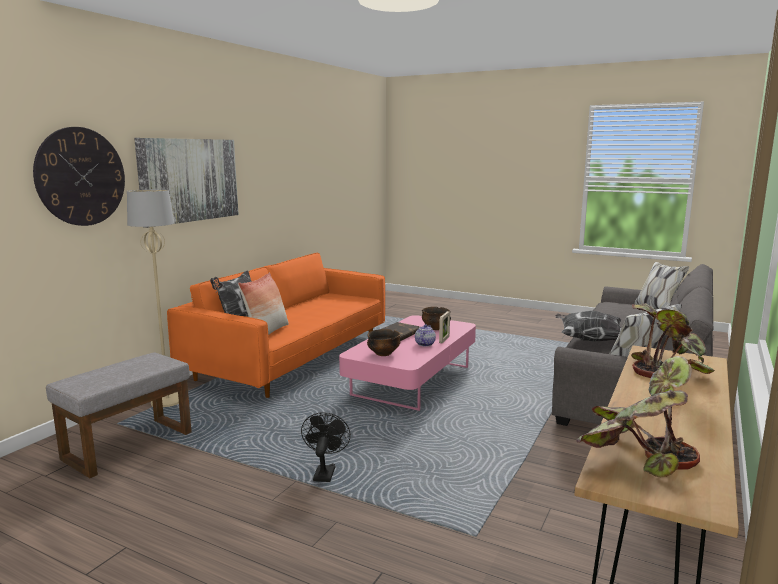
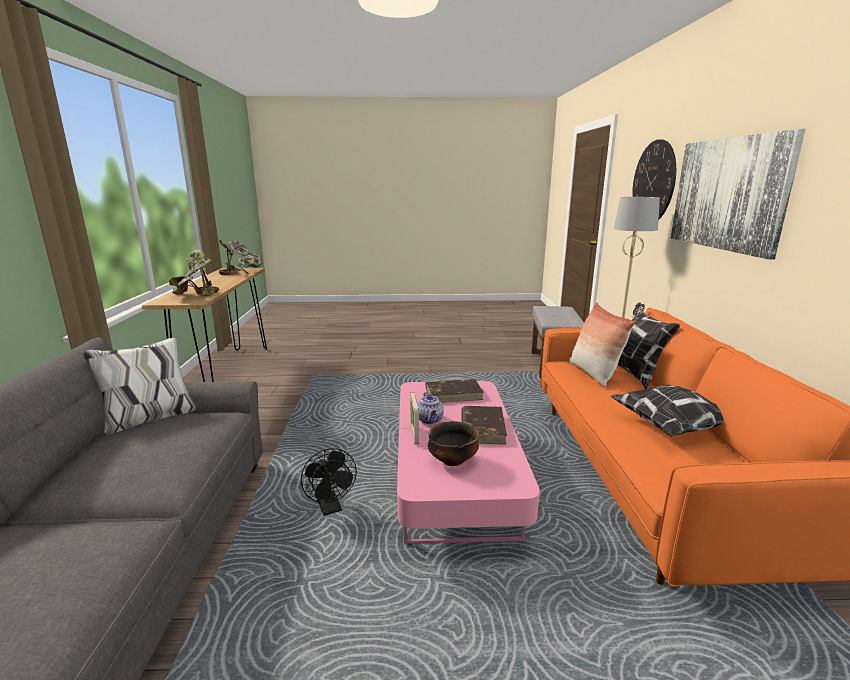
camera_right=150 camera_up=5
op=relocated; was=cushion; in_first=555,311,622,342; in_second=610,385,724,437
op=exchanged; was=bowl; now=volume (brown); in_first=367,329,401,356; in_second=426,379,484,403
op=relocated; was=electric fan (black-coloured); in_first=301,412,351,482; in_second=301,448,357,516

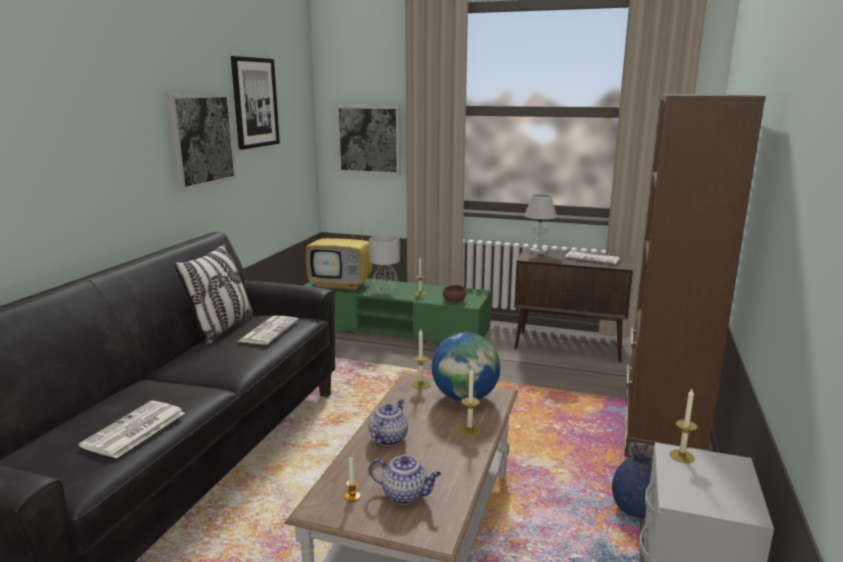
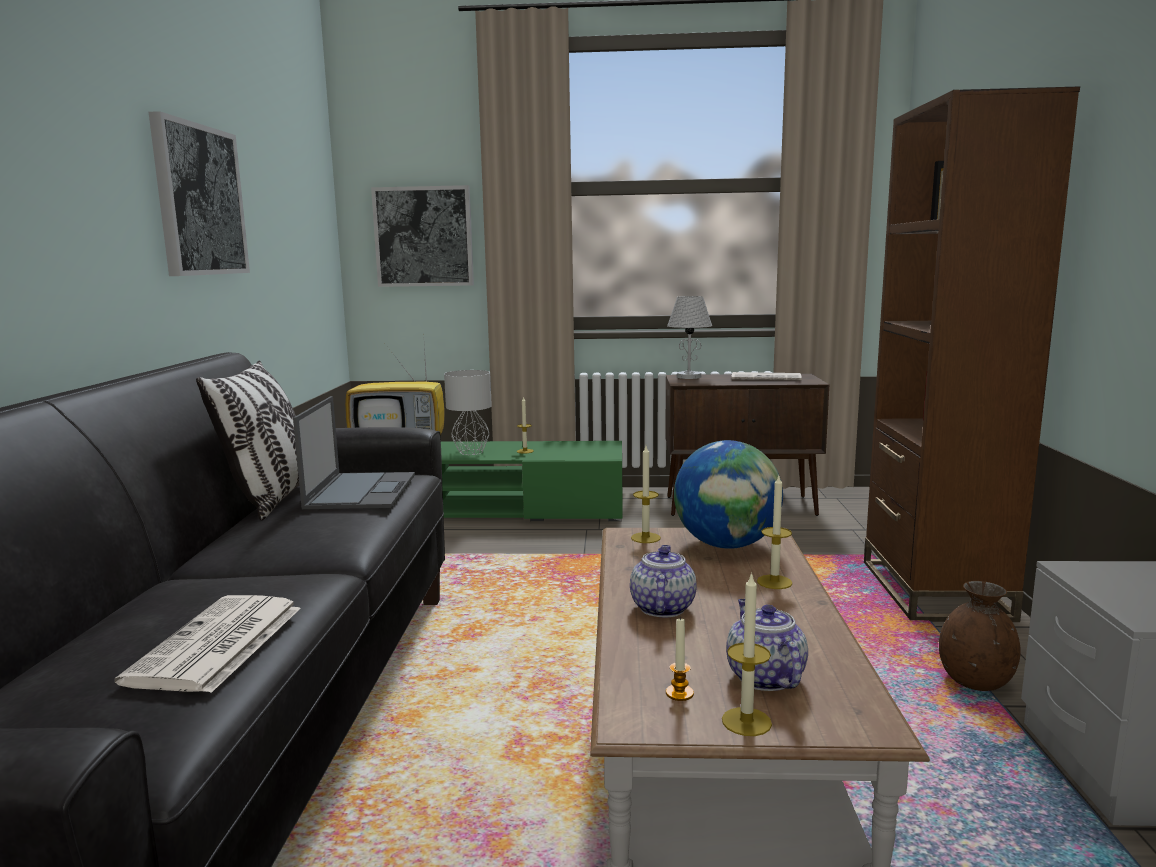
camera_right=-15 camera_up=-5
op=missing; was=picture; in_first=231,56,280,150
op=missing; was=bowl (brown); in_first=443,285,466,303
op=exchanged; was=newspaper; now=laptop; in_first=238,316,298,345; in_second=293,396,415,509
op=relocated; was=candle; in_first=670,389,698,463; in_second=722,572,772,736
op=colour; was=vase (blue-coloured); now=vase (brown); in_first=612,443,654,518; in_second=939,581,1021,691
op=spun; was=teapot; in_first=369,455,441,505; in_second=726,599,808,691; clockwise=-105

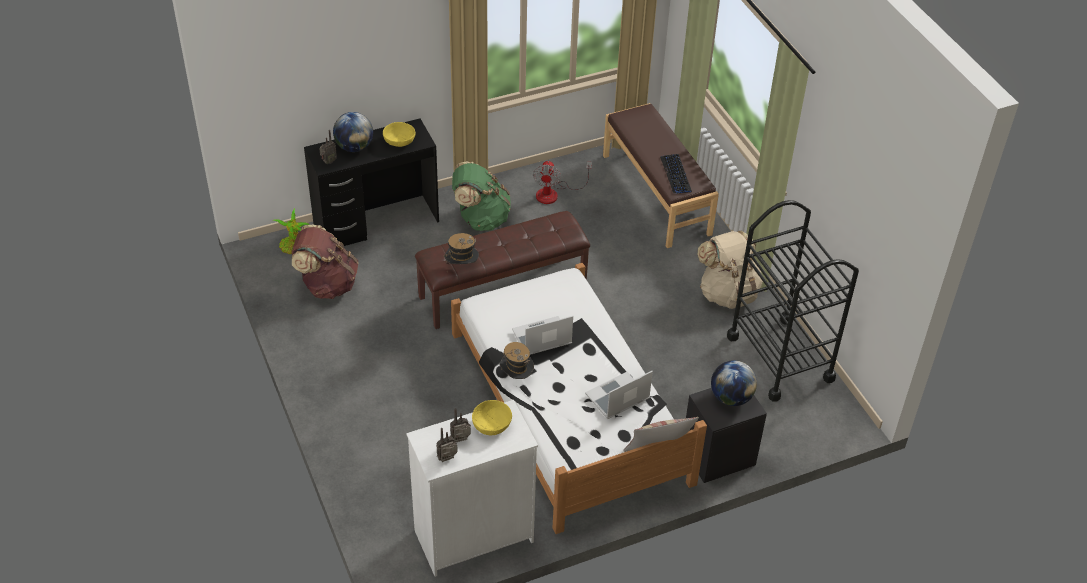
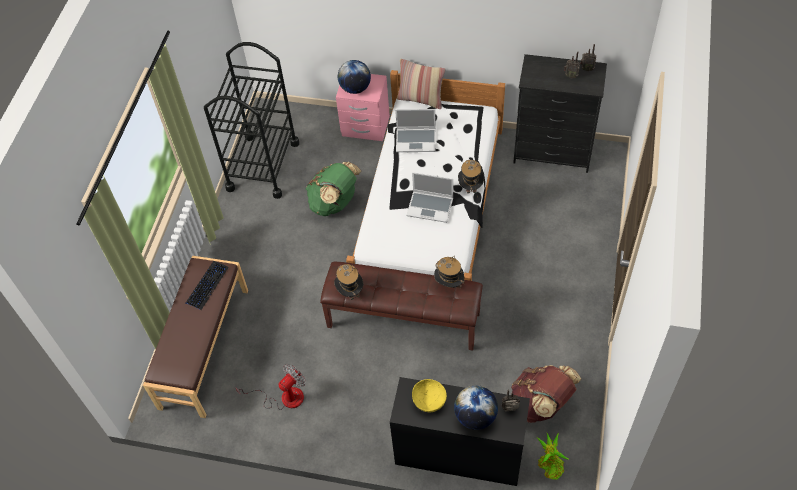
camera_right=-140 camera_up=10
op=relocated; was=rucksack (green); in_first=452,162,511,231; in_second=306,162,361,216
op=missing; was=rucksack (sand-coloured); in_first=697,230,763,309
op=colour; was=nightstand (black-coloured); now=nightstand (pinkish); in_first=686,388,767,483; in_second=336,74,390,141
op=colour; was=dresser (white-coloured); now=dresser (black-coloured); in_first=406,400,538,577; in_second=513,54,607,173
op=missing; was=bowl (yellowish); in_first=472,400,512,435
op=appeared; now=wearable hat; in_second=334,264,363,300

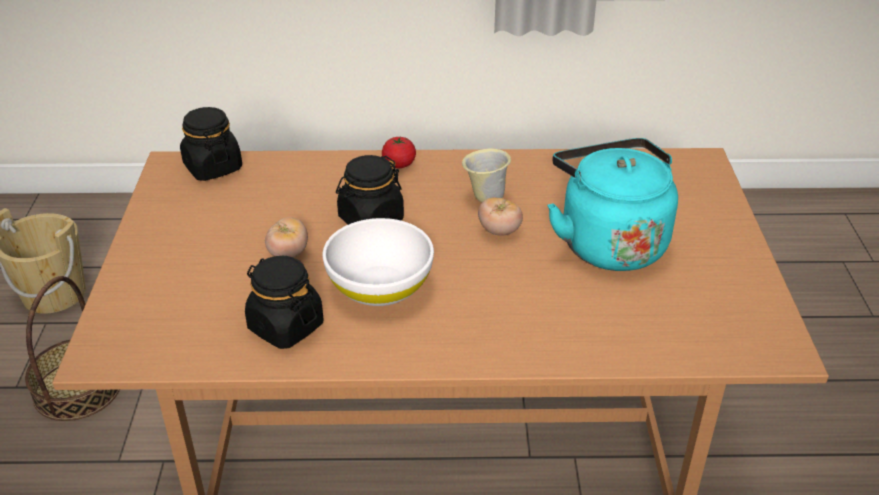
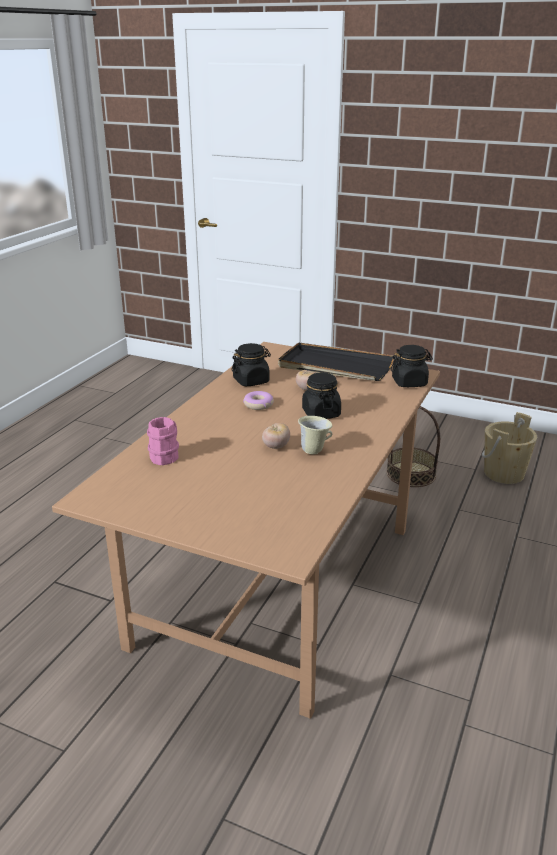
camera_right=115 camera_up=-10
op=missing; was=tomato; in_first=382,137,416,168
op=missing; was=kettle (blue-green); in_first=547,138,678,271
op=exchanged; was=bowl (white-coloured); now=doughnut; in_first=323,218,434,306; in_second=243,391,274,410
op=appeared; now=serving tray (black-coloured); in_second=278,342,394,381
op=appeared; now=coffee mug (pinkish); in_second=147,417,179,466

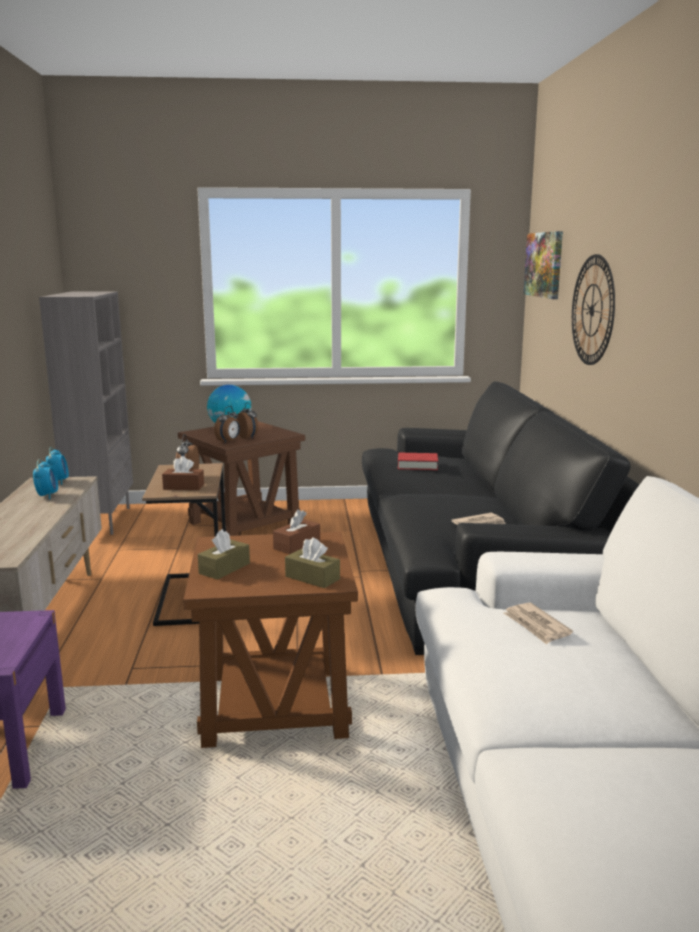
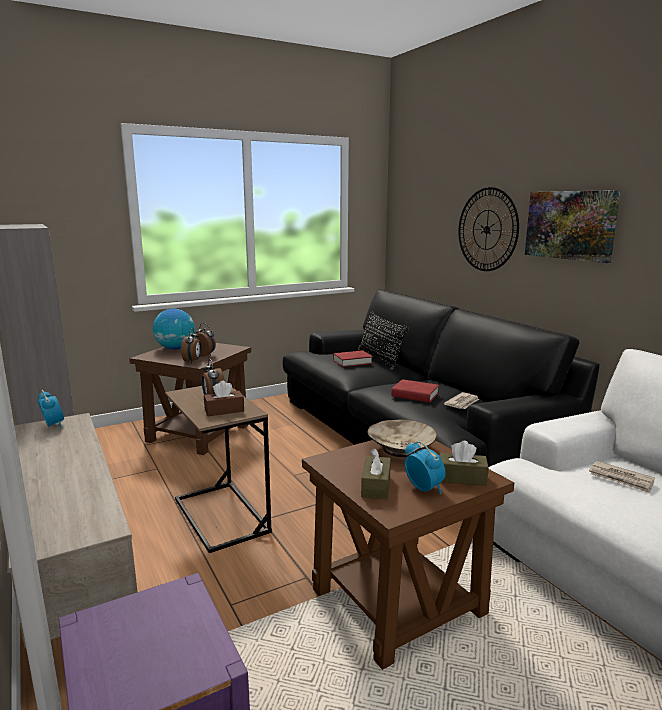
camera_right=-25 camera_up=0
op=relocated; was=picture; in_first=524,231,563,299; in_second=525,190,621,263
op=relocated; was=bedside clock; in_first=33,459,58,499; in_second=404,441,446,494
op=exchanged; was=tissue box (brown); now=bowl (sand-coloured); in_first=273,510,320,554; in_second=367,419,437,457
op=appeared; now=cushion (black-coloured); in_second=358,311,409,371
op=appeared; now=volume (reddish); in_second=391,379,439,403

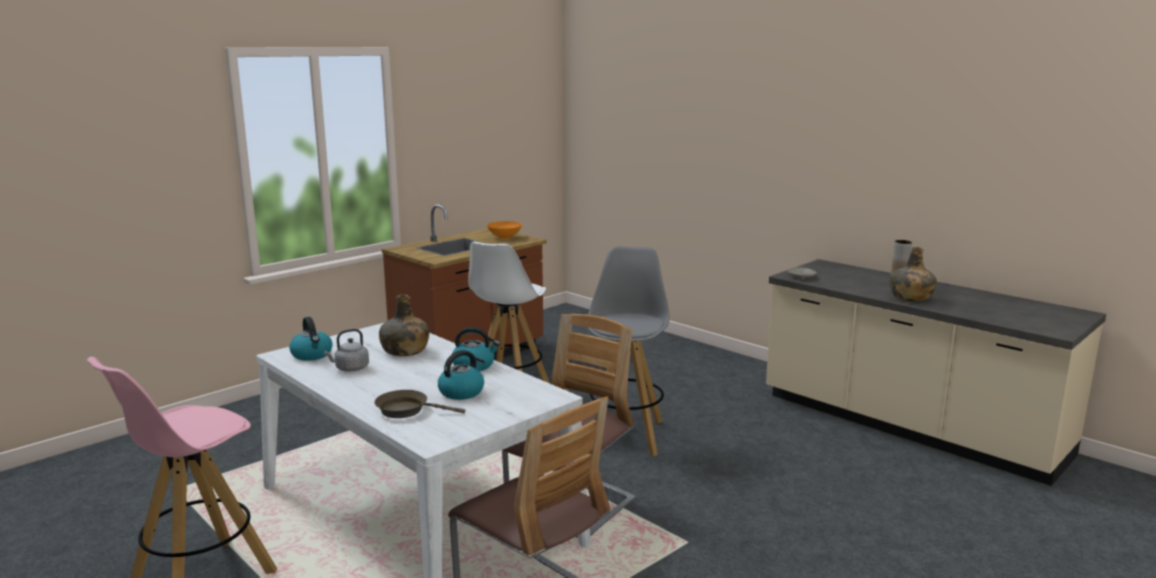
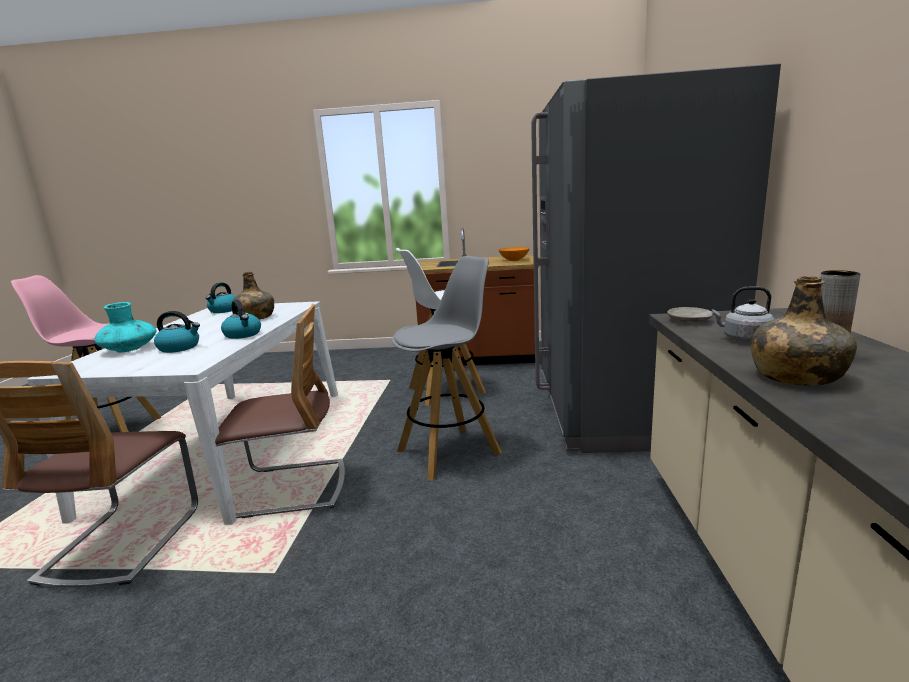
camera_right=50 camera_up=0
op=relocated; was=kettle (gray); in_first=324,329,369,372; in_second=711,287,775,343
op=exchanged; was=skillet (brown); now=vase (blue-green); in_first=374,390,465,418; in_second=94,302,156,352
op=appeared; now=refrigerator (gray); in_second=531,63,781,453

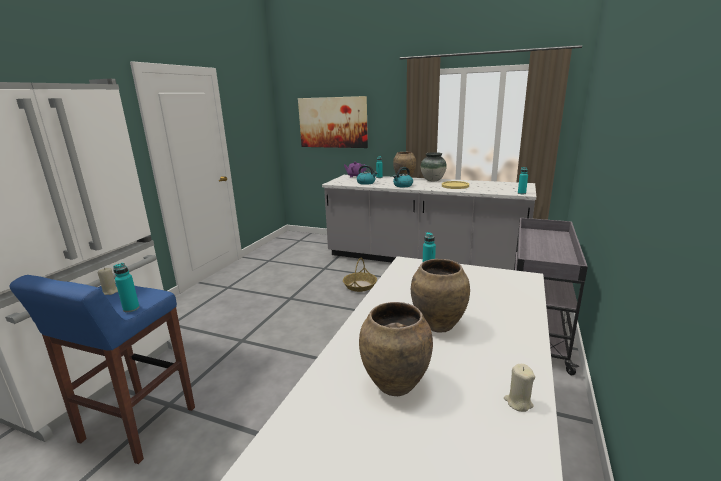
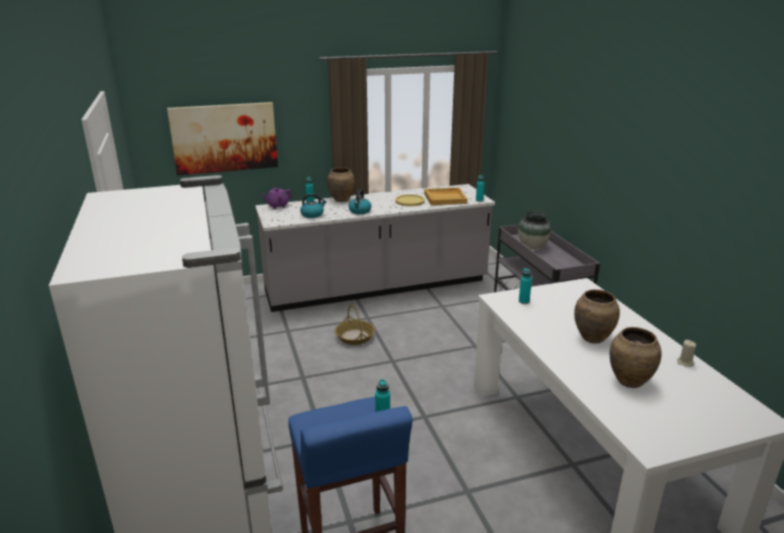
camera_right=-40 camera_up=5
op=relocated; was=vase; in_first=420,152,447,182; in_second=518,211,551,249
op=missing; was=candle (sand-coloured); in_first=98,268,118,295
op=appeared; now=serving tray (sand-coloured); in_second=424,188,467,205

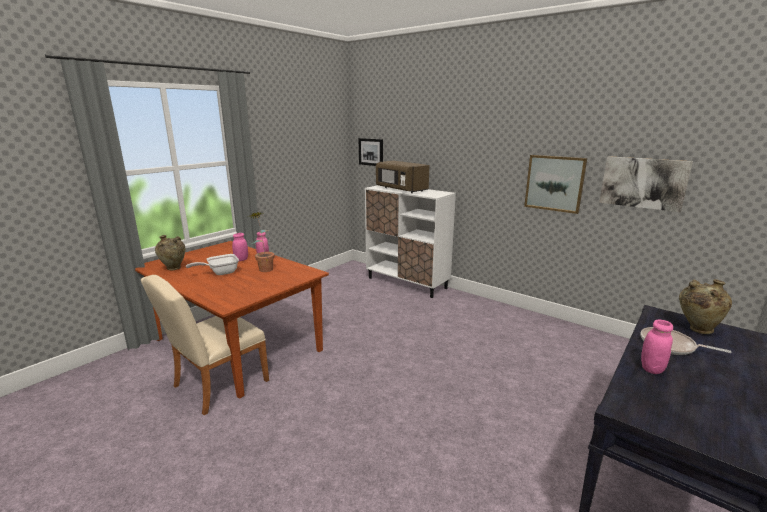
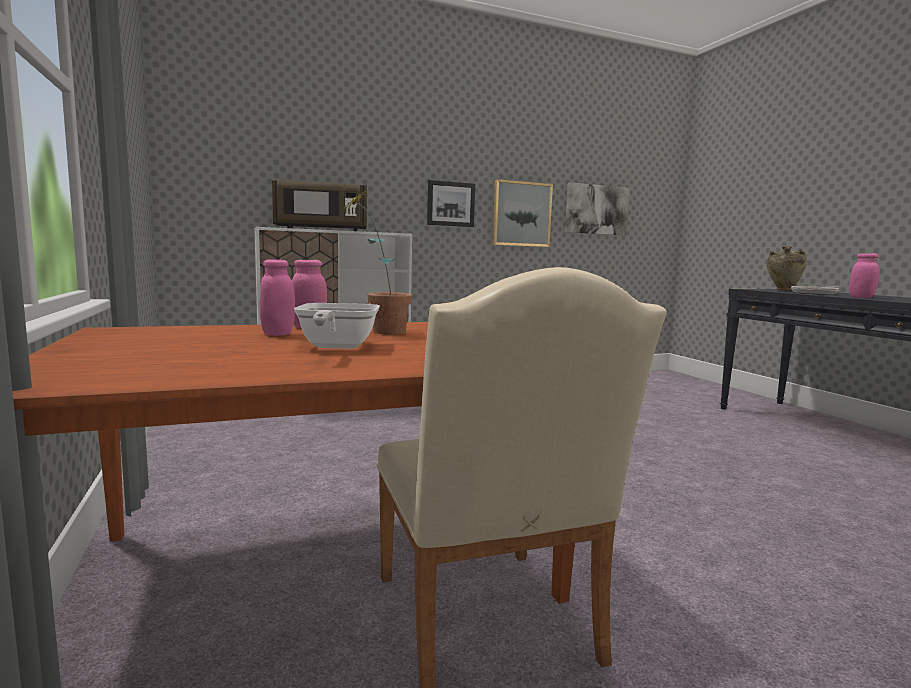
camera_right=-60 camera_up=-10
op=relocated; was=picture; in_first=359,138,383,166; in_second=427,180,475,227
op=missing; was=vase (sand-coloured); in_first=155,235,186,270

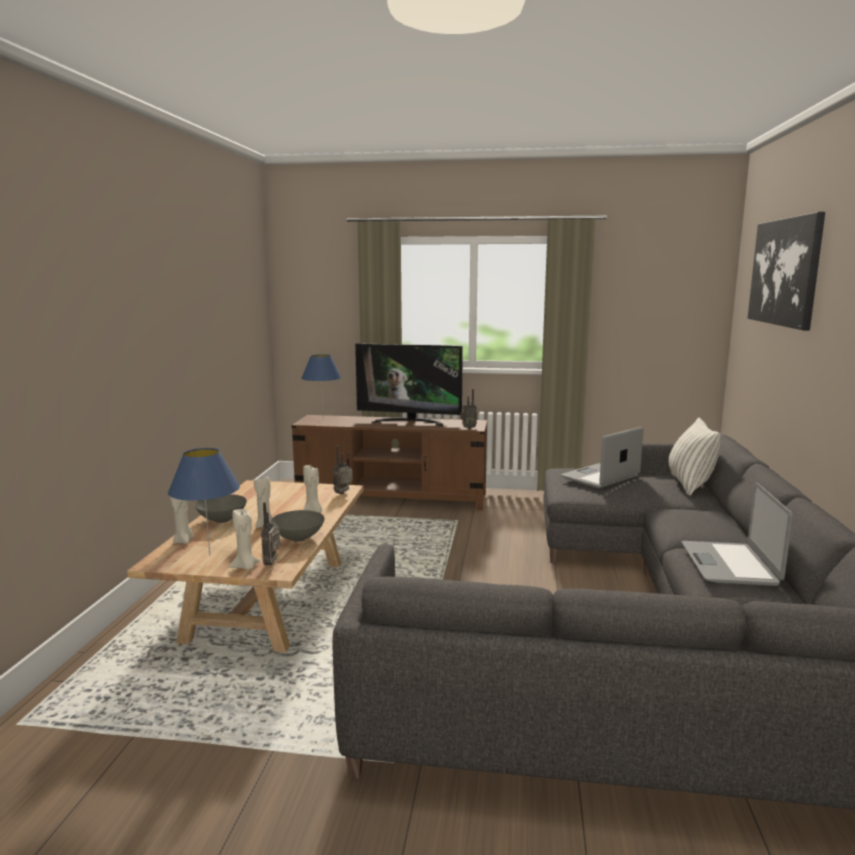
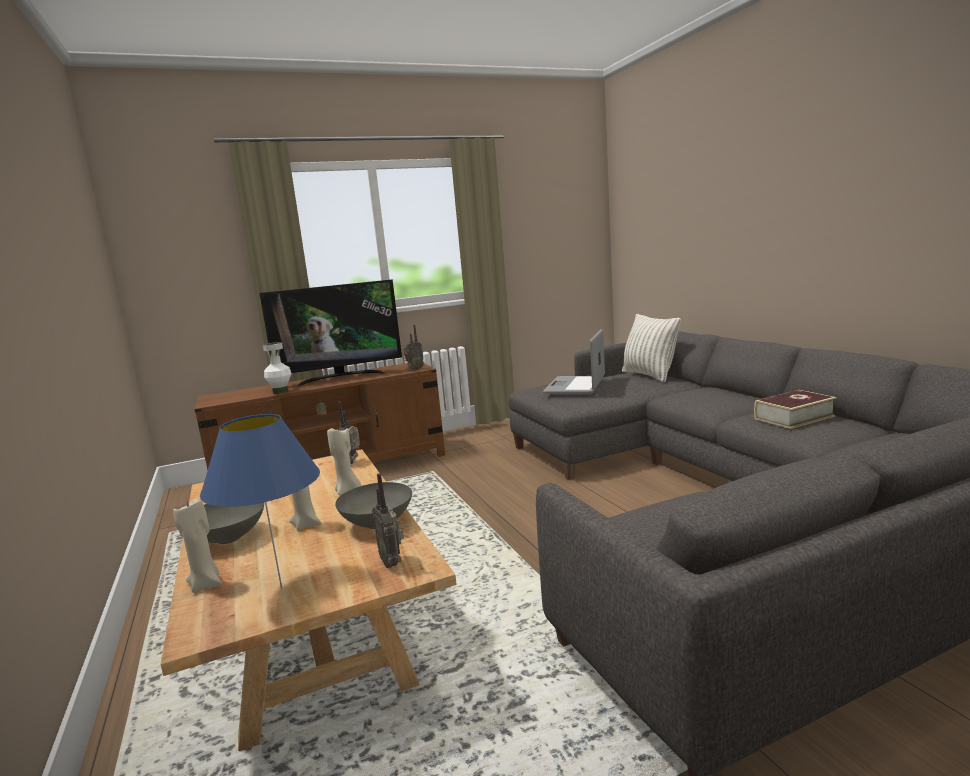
camera_right=-30 camera_up=0
op=missing; was=picture; in_first=748,212,825,331
op=missing; was=table lamp (blue-coloured); in_first=301,354,342,410
op=exchanged; was=laptop; now=volume; in_first=682,483,793,586; in_second=754,390,837,429
op=missing; was=candle (sand-coloured); in_first=230,509,260,570
op=appeared; now=vase (white-coloured); in_second=263,342,292,394

